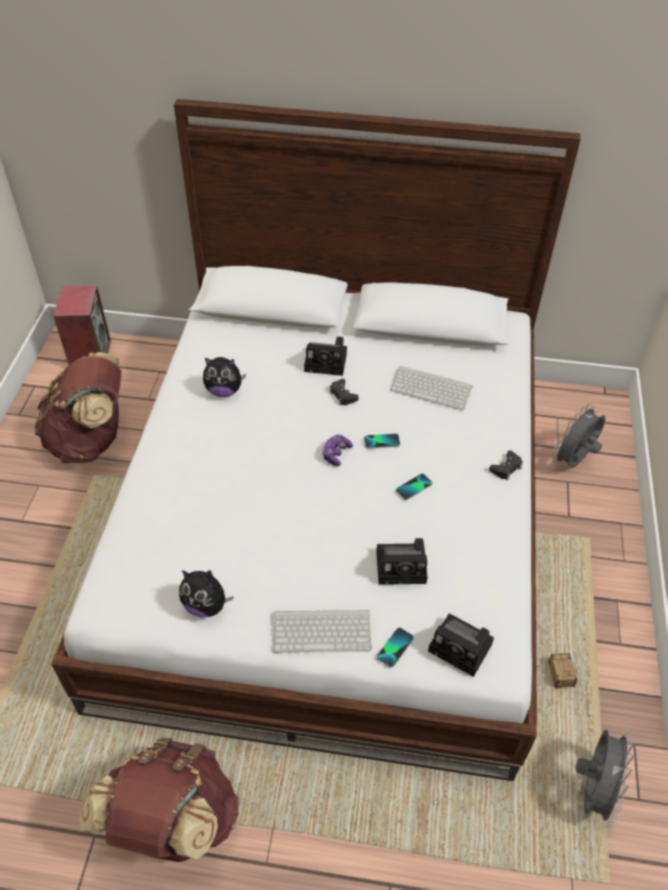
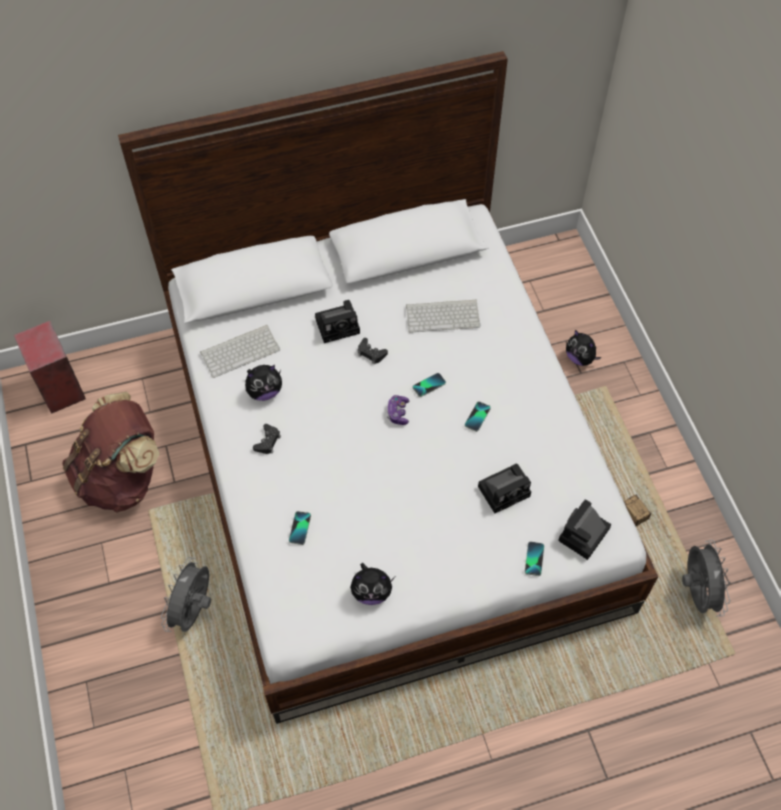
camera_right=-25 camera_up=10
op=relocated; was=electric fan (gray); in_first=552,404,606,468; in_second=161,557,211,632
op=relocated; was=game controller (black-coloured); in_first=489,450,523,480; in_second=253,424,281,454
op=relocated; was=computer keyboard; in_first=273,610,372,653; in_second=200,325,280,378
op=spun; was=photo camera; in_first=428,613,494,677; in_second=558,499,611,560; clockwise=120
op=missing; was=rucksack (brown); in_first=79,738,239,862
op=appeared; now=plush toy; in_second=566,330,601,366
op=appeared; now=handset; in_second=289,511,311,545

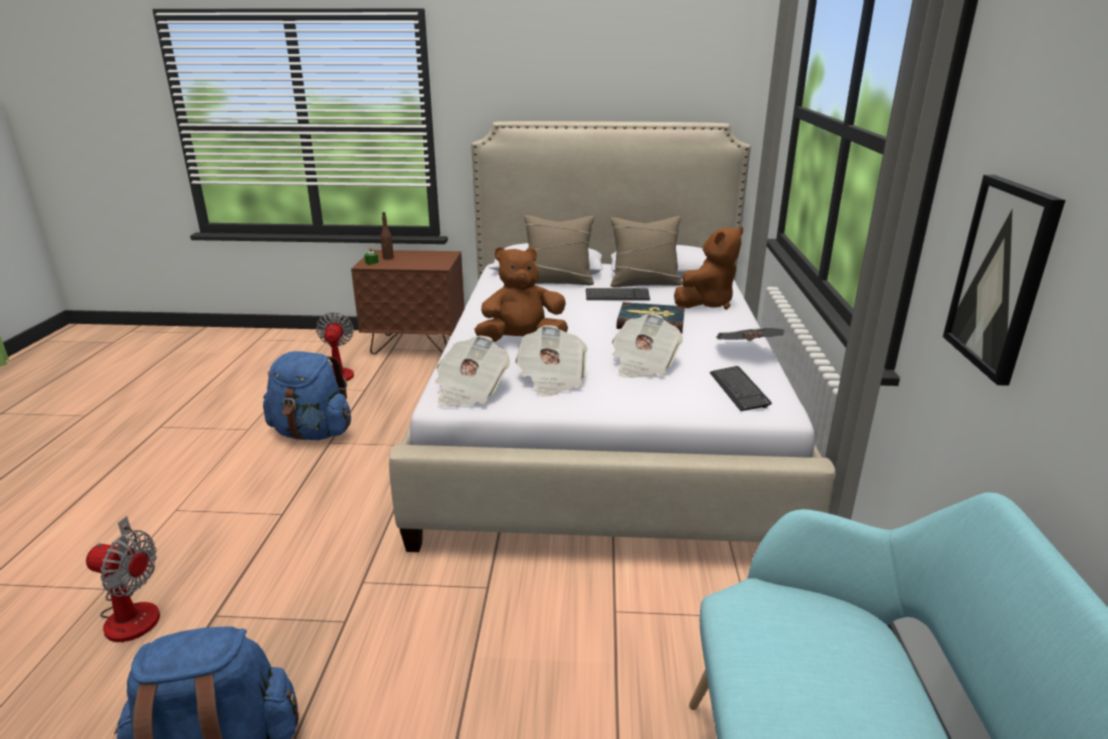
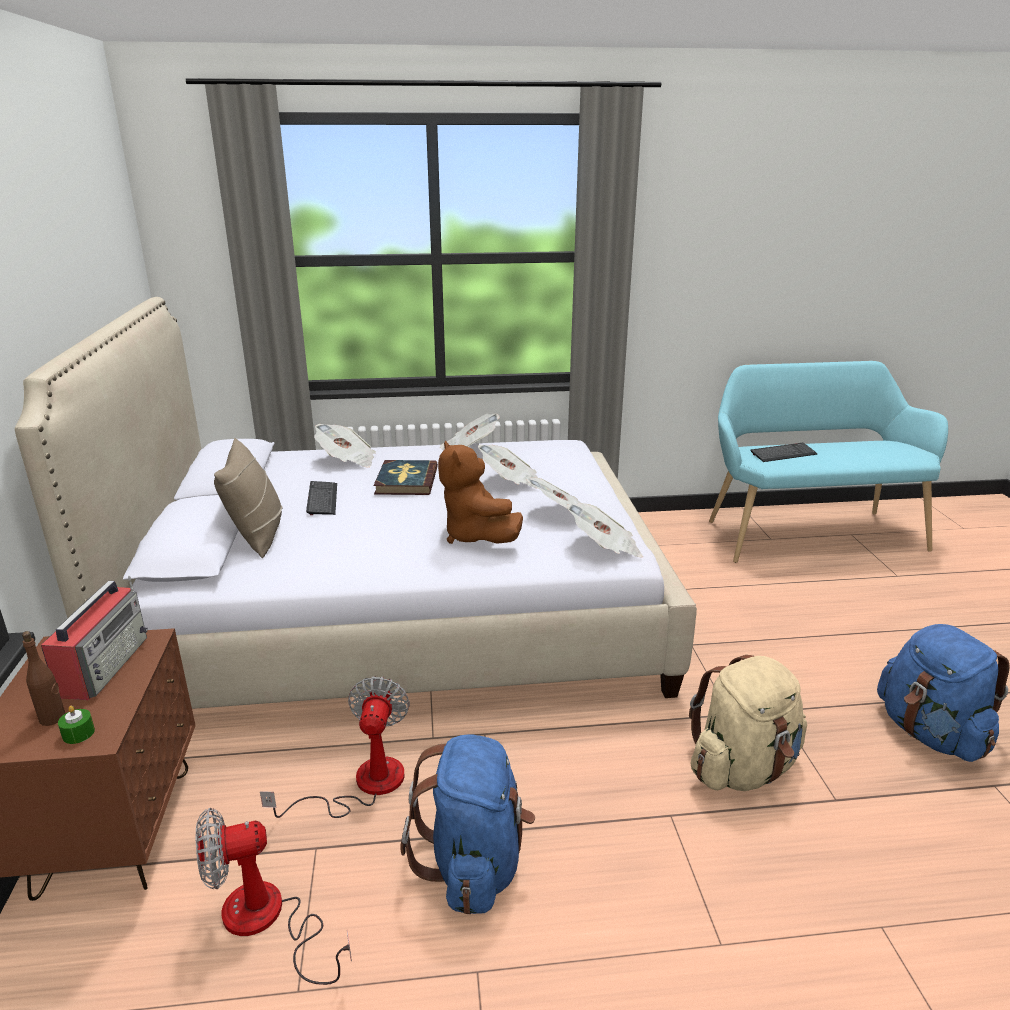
camera_right=-100 camera_up=0
op=missing; was=picture; in_first=943,175,1065,386
op=missing; was=cushion (sand-coloured); in_first=610,216,683,287
op=exchanged; was=plush toy (brown); now=newspaper; in_first=674,226,743,309; in_second=314,424,376,467
op=relocated; was=computer keyboard; in_first=710,366,772,411; in_second=750,443,817,462
op=relocated; was=electric fan; in_first=86,516,160,642; in_second=260,676,410,818
op=appeared; now=radio set; in_second=41,576,148,700
op=appeared; now=rucksack (sand-coloured); in_second=689,655,807,791

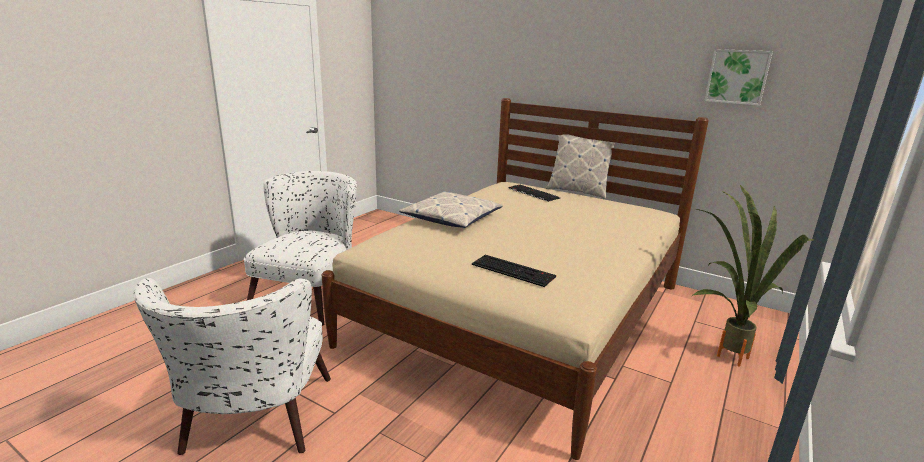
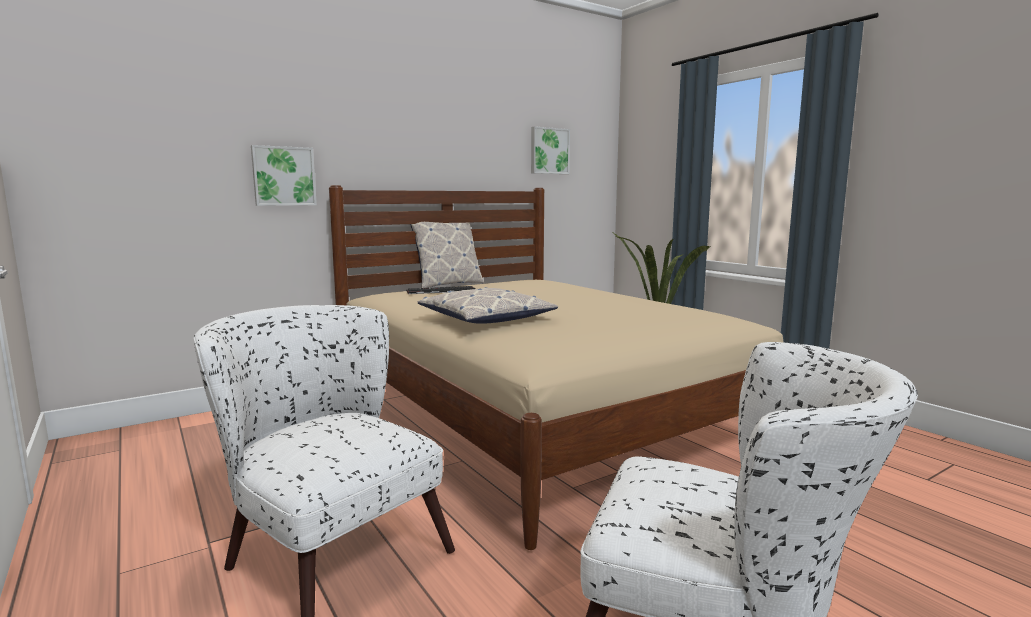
camera_right=-65 camera_up=-10
op=missing; was=computer keyboard; in_first=472,255,556,287
op=appeared; now=picture; in_second=251,145,317,206

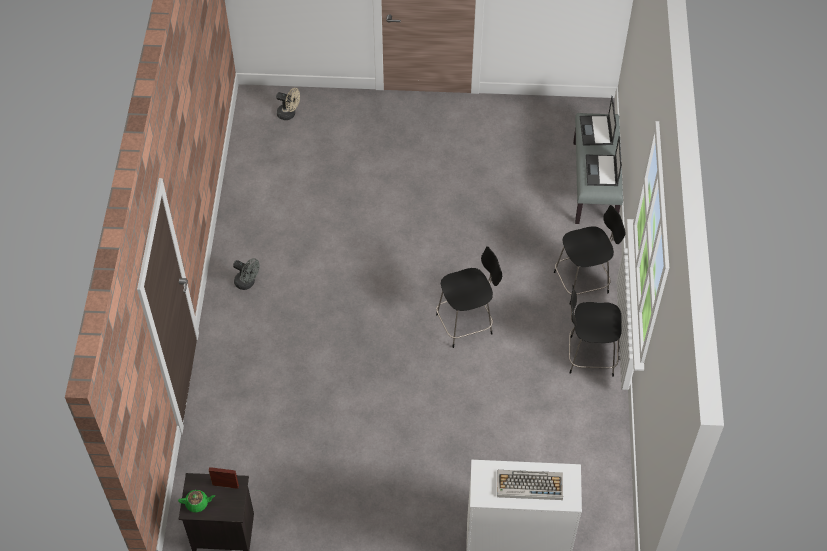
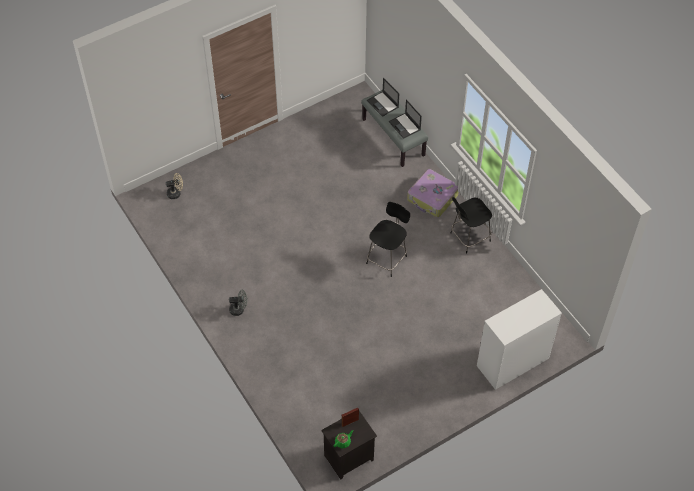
camera_right=-35 camera_up=0
op=exchanged; was=chair (black-coloured); now=piece of luggage; in_first=554,205,625,305; in_second=407,169,459,217
op=missing; was=computer keyboard; in_first=497,470,563,500

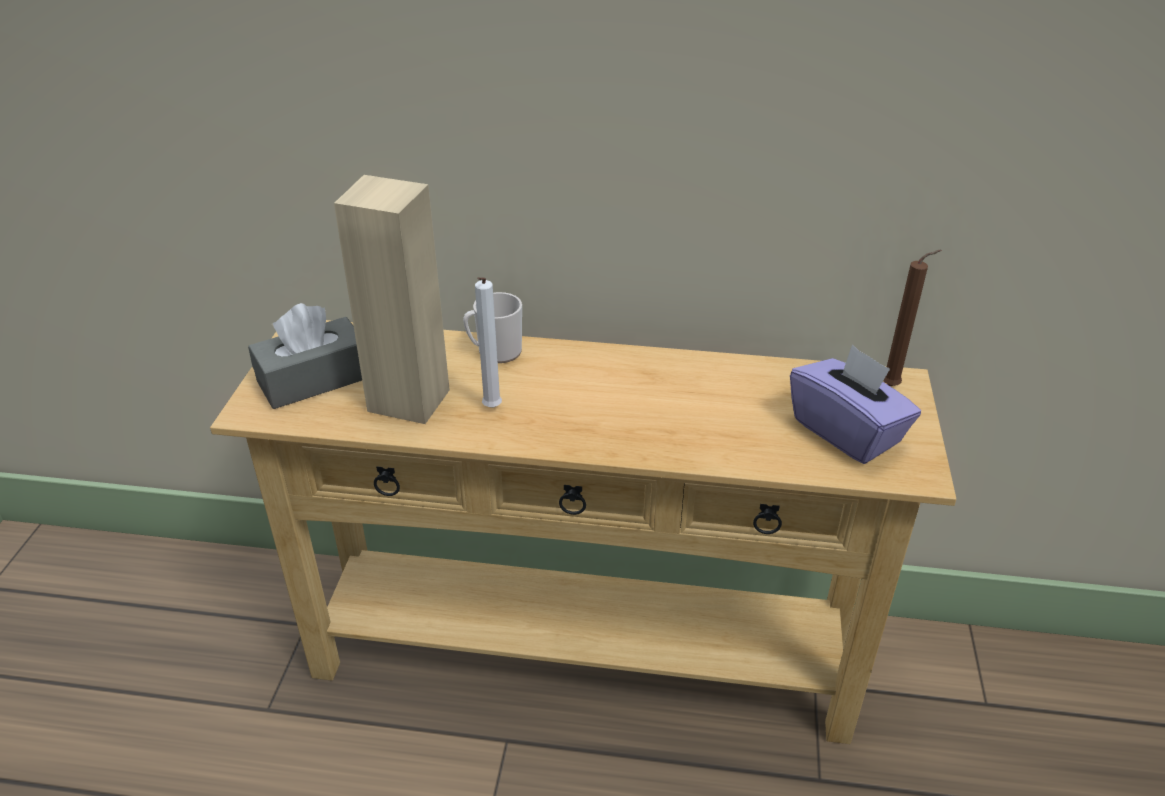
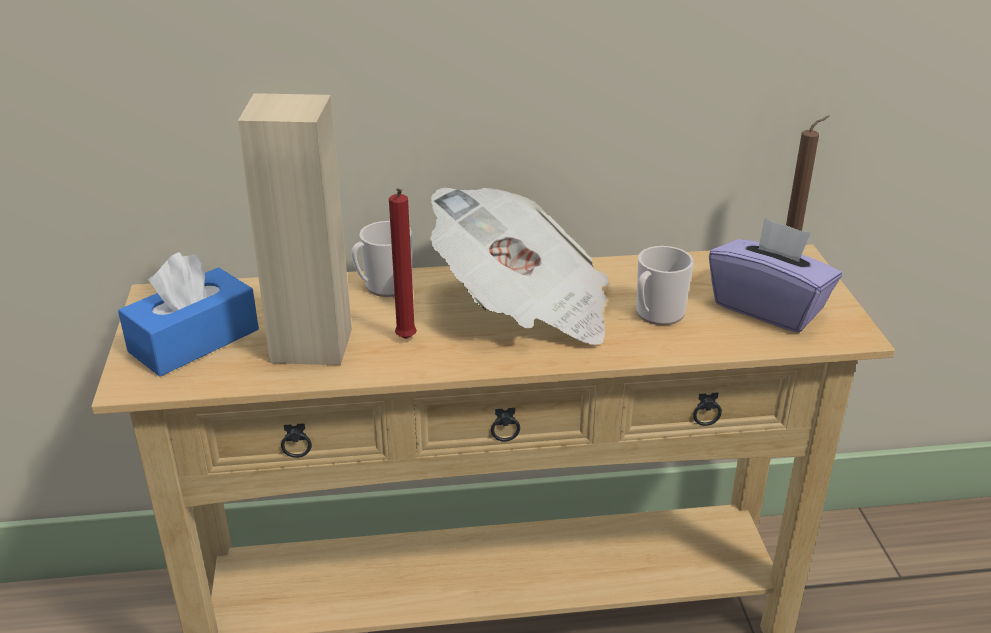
camera_right=-15 camera_up=-5
op=colour; was=candle (white-coloured); now=candle (reddish); in_first=475,277,502,408; in_second=389,188,417,339
op=colour; was=tissue box (gray); now=tissue box (blue-coloured); in_first=248,303,362,409; in_second=118,252,259,377
op=appeared; now=newspaper; in_second=430,187,609,345
op=appeared; now=coffee mug; in_second=636,246,693,325

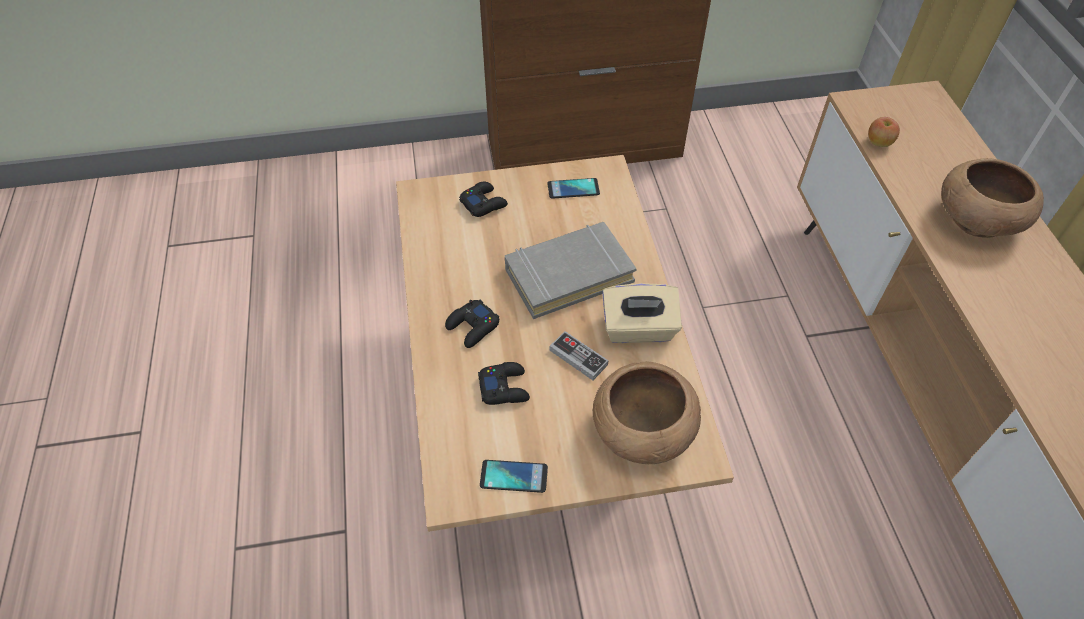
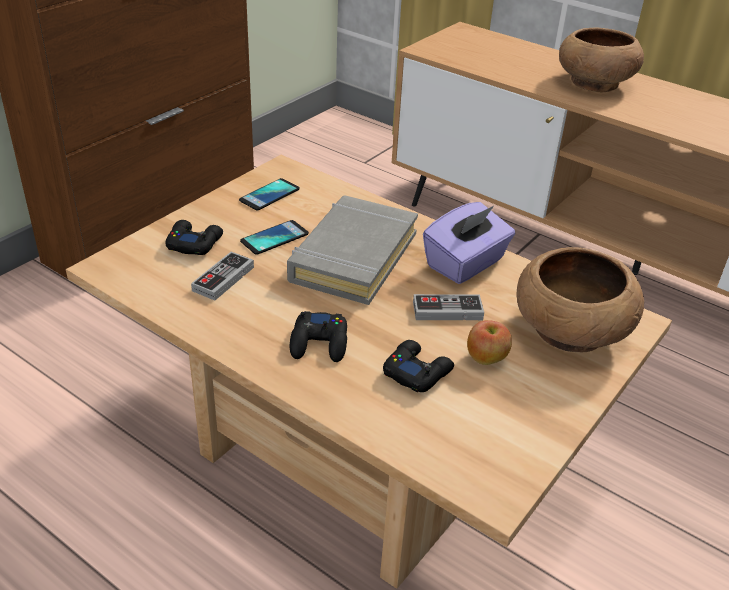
camera_right=-45 camera_up=-15
op=relocated; was=apple; in_first=868,117,900,147; in_second=467,320,512,365
op=colour; was=tissue box (sand-coloured); now=tissue box (purplish); in_first=602,283,682,343; in_second=423,202,515,284
op=relocated; was=handset; in_first=480,460,548,493; in_second=240,220,309,255
op=appeared; now=game controller; in_second=191,252,254,300

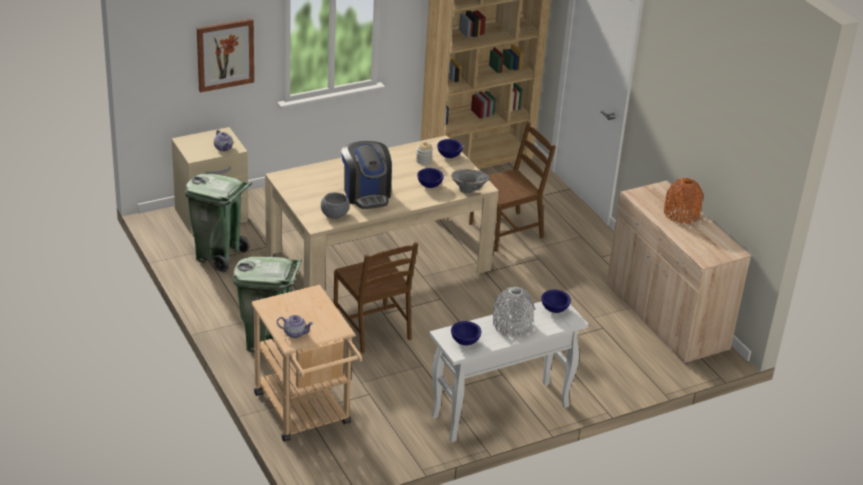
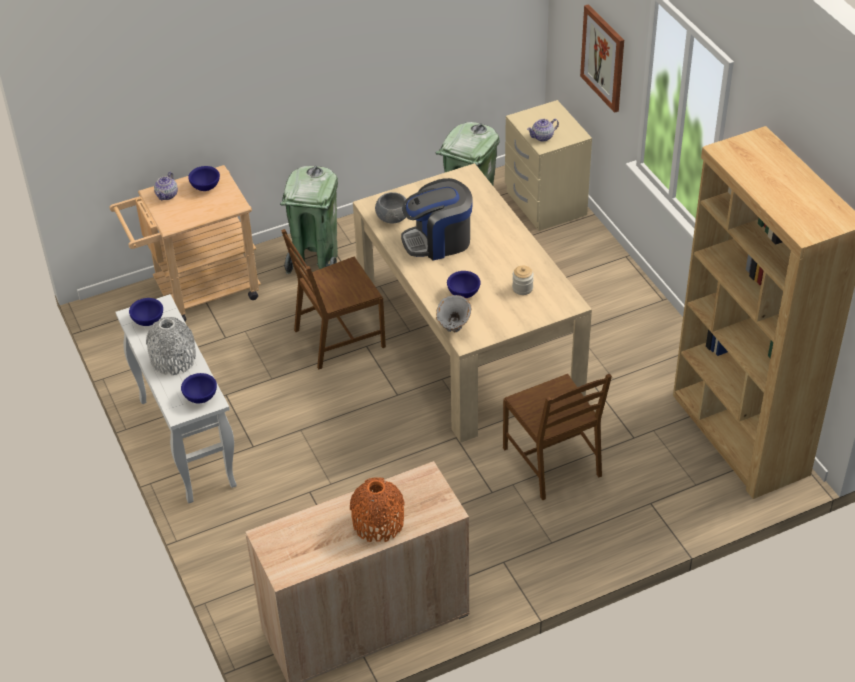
camera_right=95 camera_up=10
op=relocated; was=bowl (blue-coloured); in_first=437,139,463,158; in_second=188,166,220,191

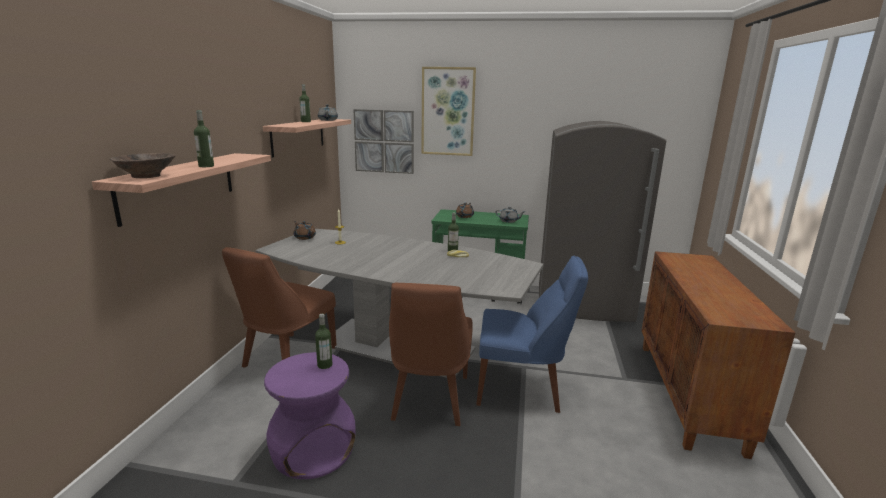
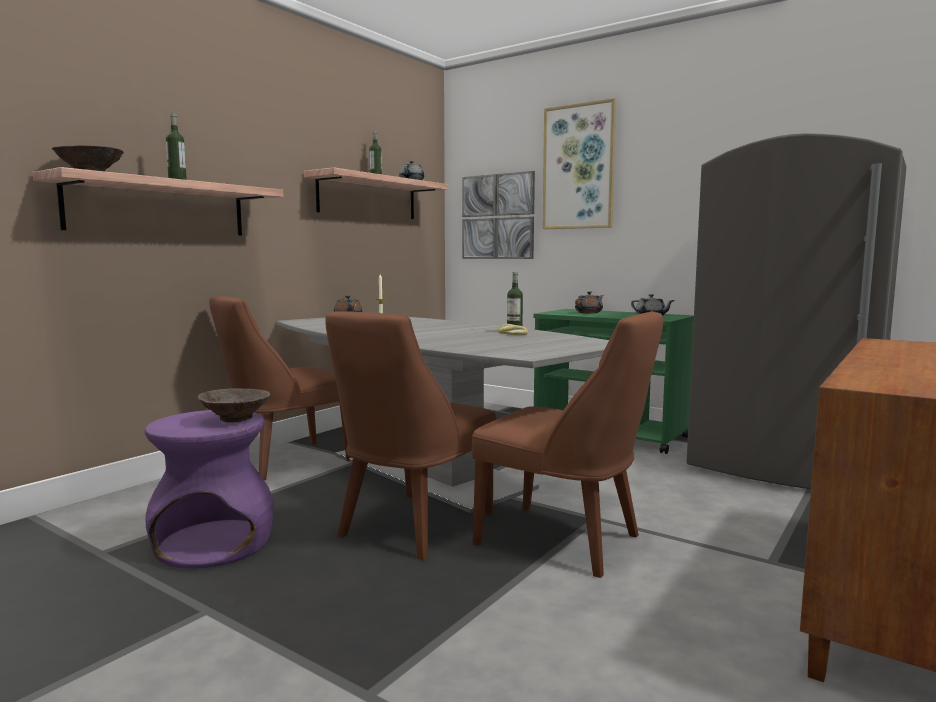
camera_right=25 camera_up=-10
op=colour; was=chair (blue-coloured); now=chair (brown); in_first=476,256,588,413; in_second=472,311,663,578
op=exchanged; was=drink bottle; now=bowl (brown); in_first=315,314,332,369; in_second=198,388,271,423

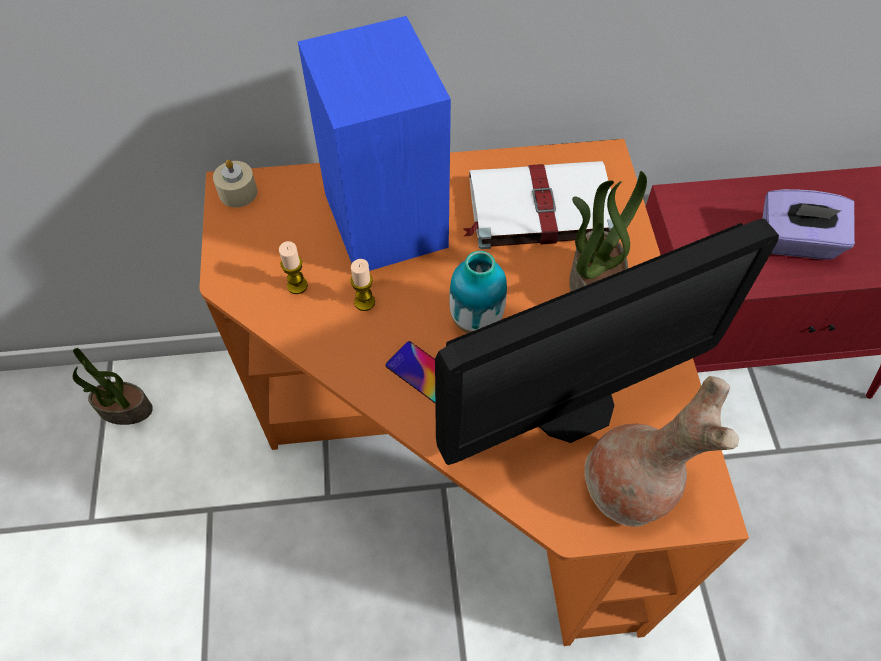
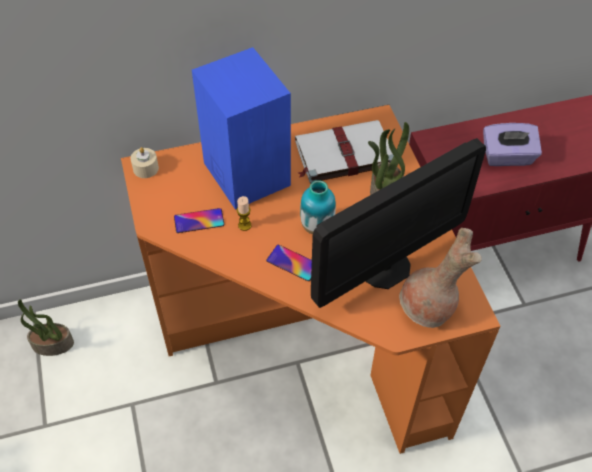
camera_right=-10 camera_up=-5
op=exchanged; was=candle; now=handset; in_first=279,241,308,294; in_second=174,208,224,233

